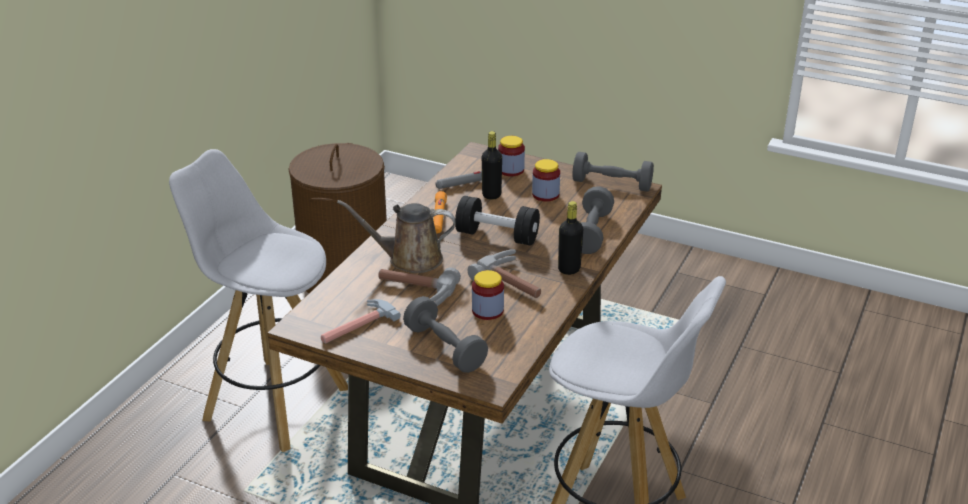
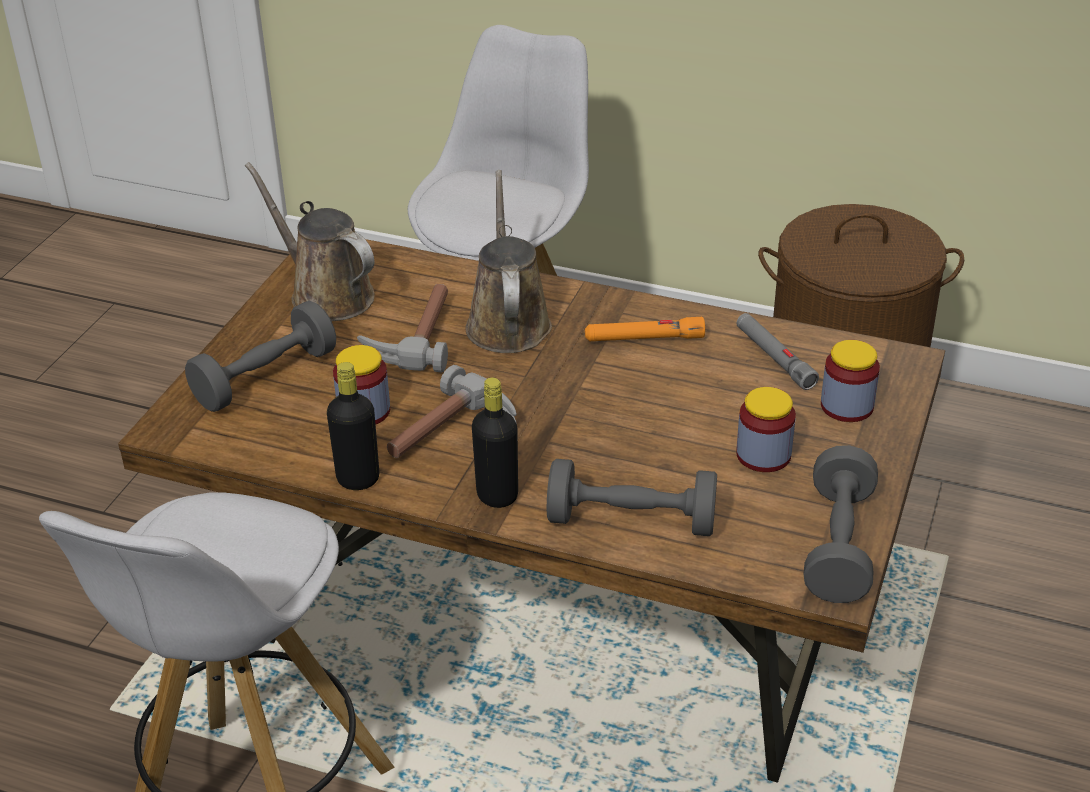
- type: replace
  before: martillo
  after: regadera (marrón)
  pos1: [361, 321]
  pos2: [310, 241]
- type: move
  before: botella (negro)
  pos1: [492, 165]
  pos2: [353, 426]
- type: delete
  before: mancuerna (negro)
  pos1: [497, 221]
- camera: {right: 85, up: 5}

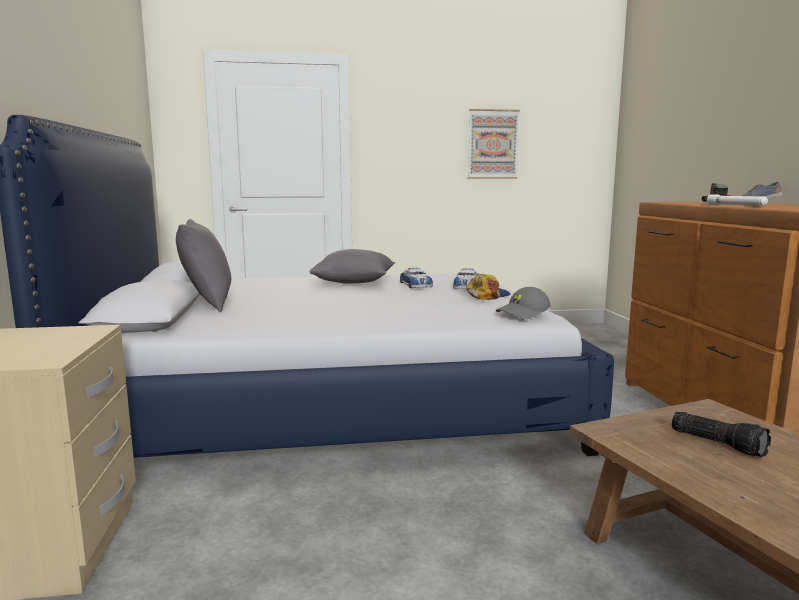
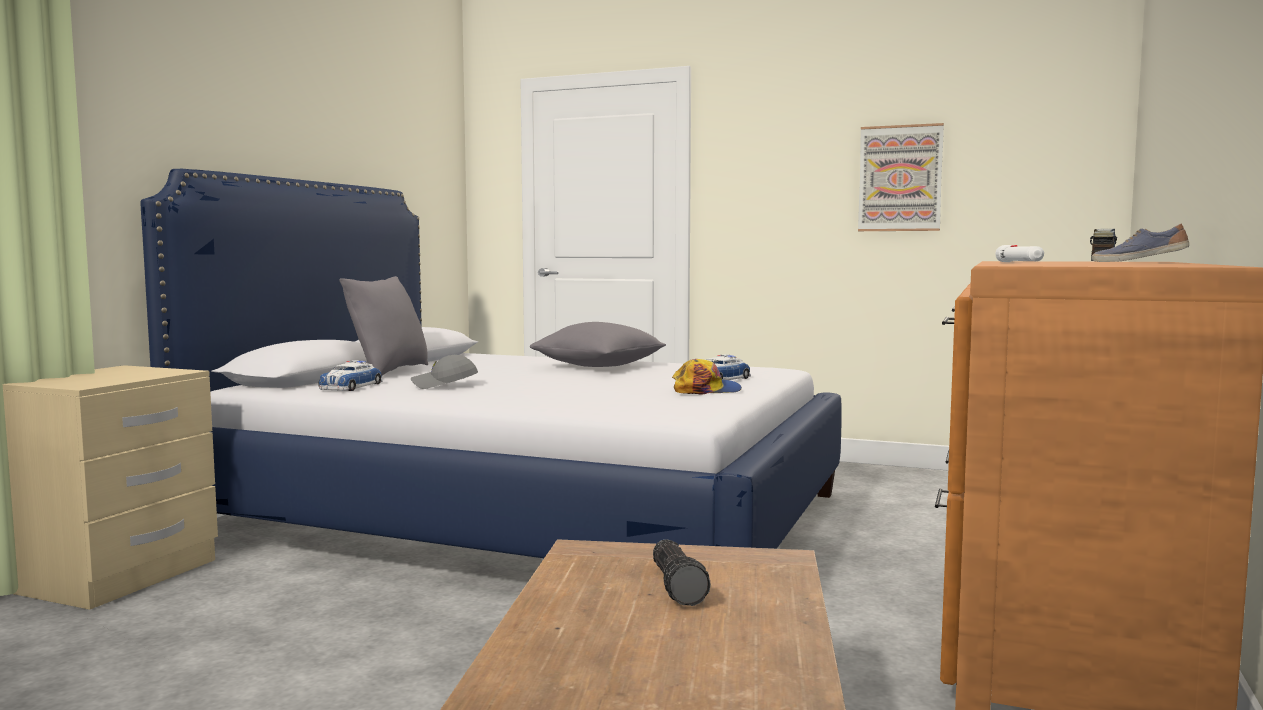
- type: move
  before: coche de juguete
  pos1: [416, 277]
  pos2: [350, 375]
- type: move
  before: gorra (gris)
  pos1: [523, 303]
  pos2: [444, 372]
- camera: {right: 30, up: -5}

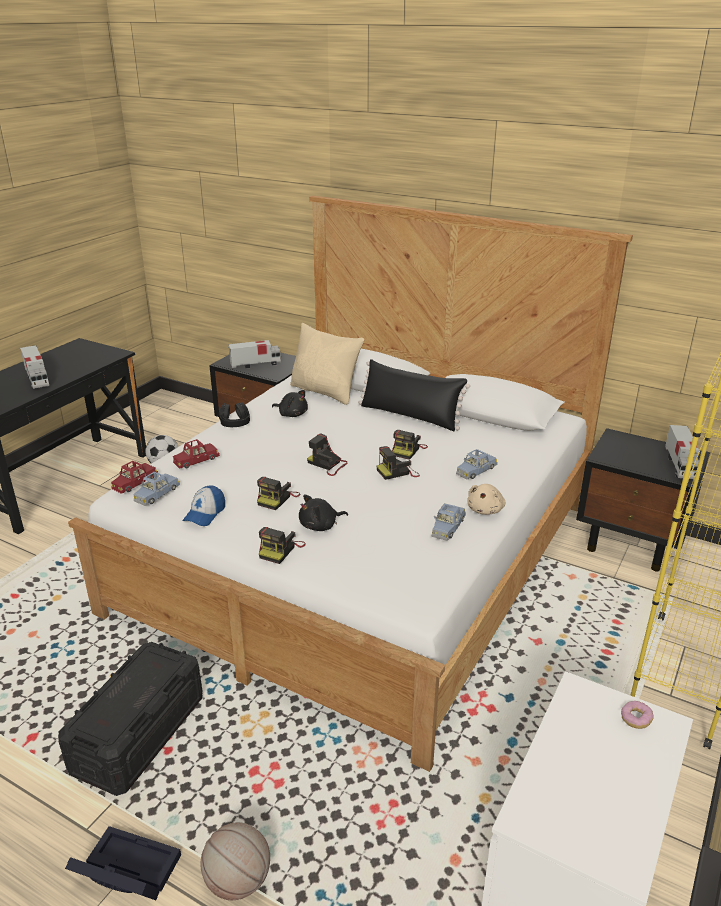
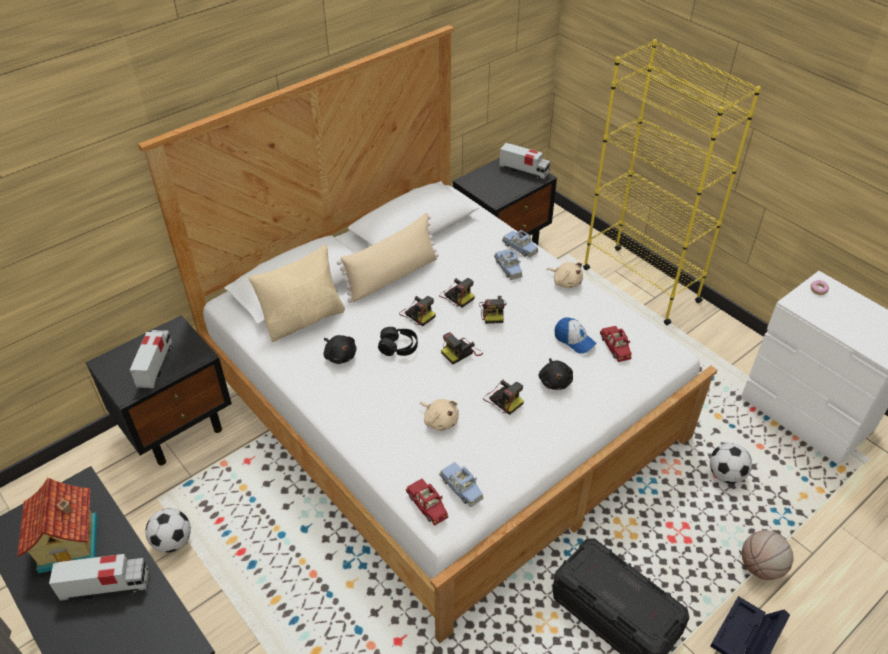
- type: insert
  after: casita
  pos2: [57, 525]
- type: rotate
  before: peluche (negro)
  pos1: [290, 403]
  pos2: [340, 349]
  turn: 90
- type: recolor
  before: cojín (negro)
  after: cojín (beis)
  pos1: [414, 395]
  pos2: [388, 258]
- type: move
  before: auriculares (negro)
  pos1: [234, 415]
  pos2: [398, 341]
- type: move
  before: cámara
  pos1: [282, 545]
  pos2: [417, 311]
- type: insert
  after: peluche (beis)
  pos2: [439, 415]
- type: move
  before: coche de juguete (azul)
  pos1: [449, 522]
  pos2: [520, 244]
- type: move
  before: gorra
  pos1: [203, 505]
  pos2: [576, 335]
- type: move
  before: coche de juguete (rojo)
  pos1: [196, 454]
  pos2: [616, 344]
- type: insert
  after: balón de fútbol
  pos2: [731, 463]
- camera: {right: -70, up: 15}

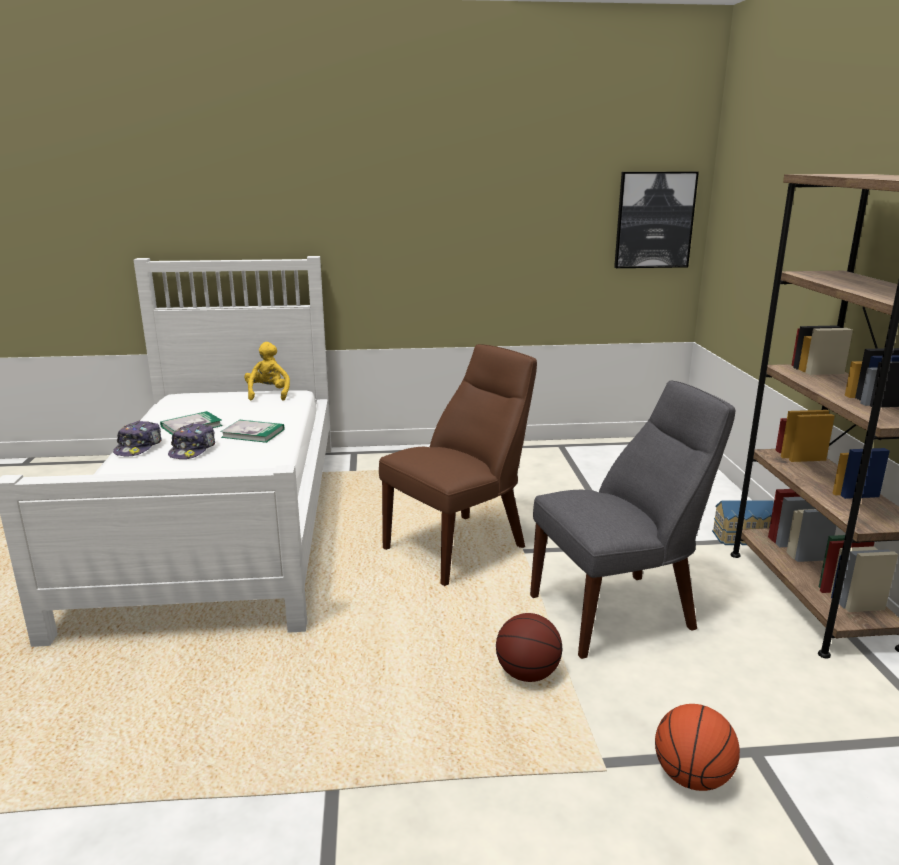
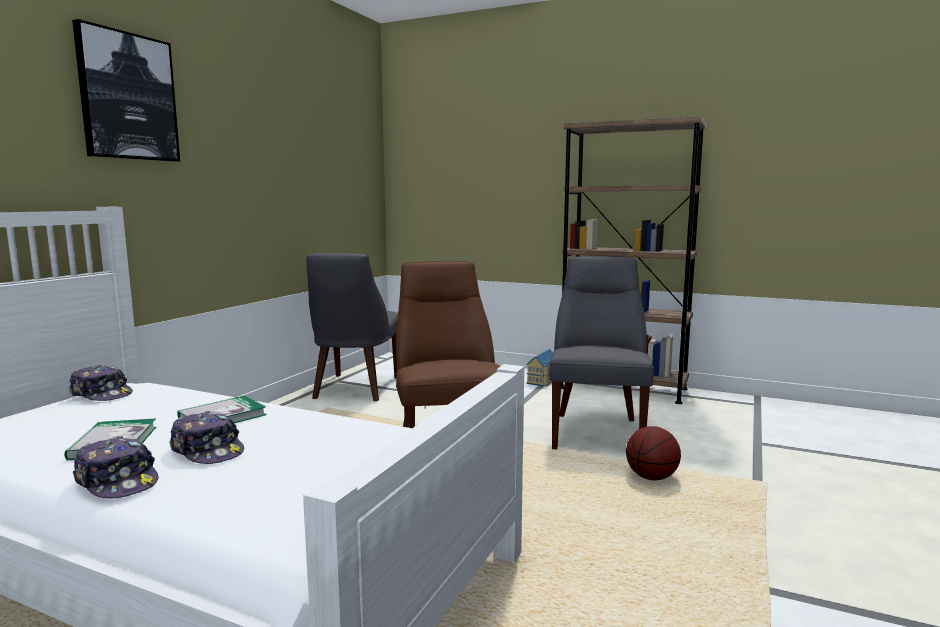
- type: replace
  before: peluche (amarillo)
  after: gorra
  pos1: [267, 371]
  pos2: [101, 383]
- type: move
  before: cuadro
  pos1: [656, 220]
  pos2: [126, 90]
- type: insert
  after: silla (gris)
  pos2: [352, 327]
- type: delete
  before: balón de baloncesto
  pos1: [697, 747]
- camera: {right: -60, up: -10}

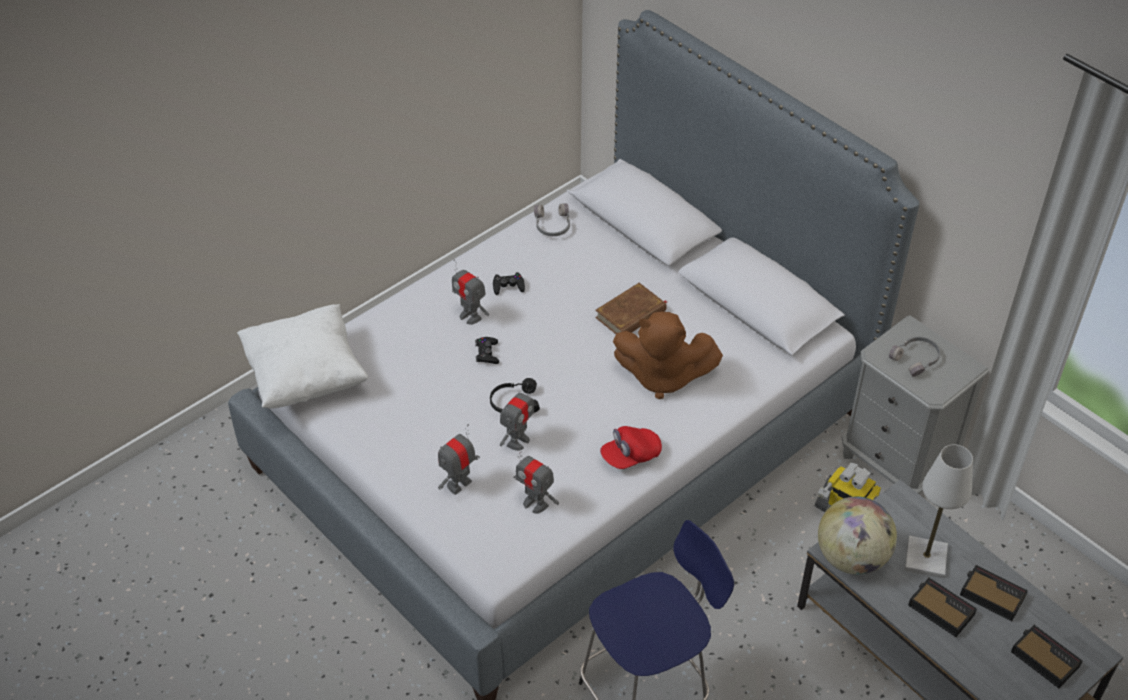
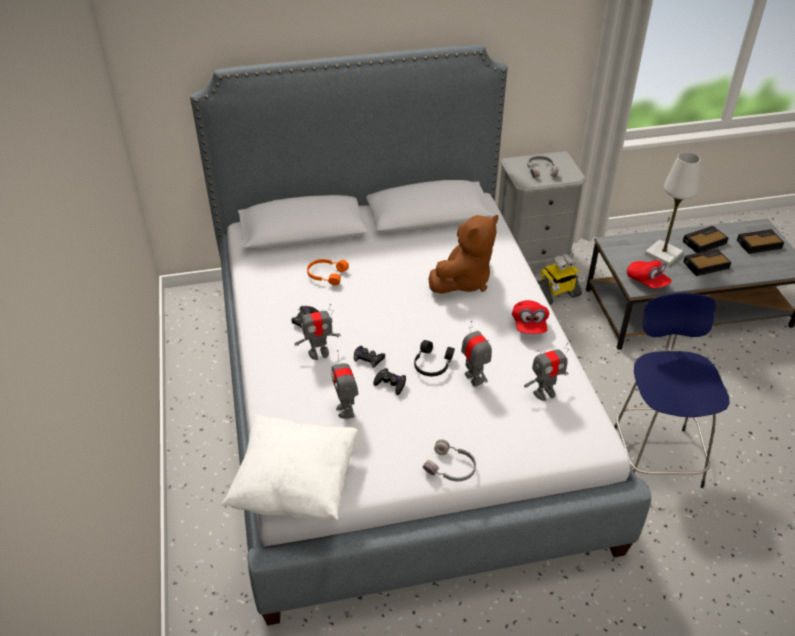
- type: insert
  after: auriculares (naranja)
  pos2: [328, 272]
- type: move
  before: robot de juguete
  pos1: [459, 459]
  pos2: [344, 384]
- type: insert
  after: mando de consola (negro)
  pos2: [389, 381]
- type: move
  before: auriculares (gris)
  pos1: [552, 219]
  pos2: [449, 460]
- type: replace
  before: globo terráqueo
  after: gorra (rojo)
  pos1: [857, 536]
  pos2: [649, 274]
- type: delete
  before: libro (marrón)
  pos1: [631, 308]
- camera: {right: -60, up: -5}

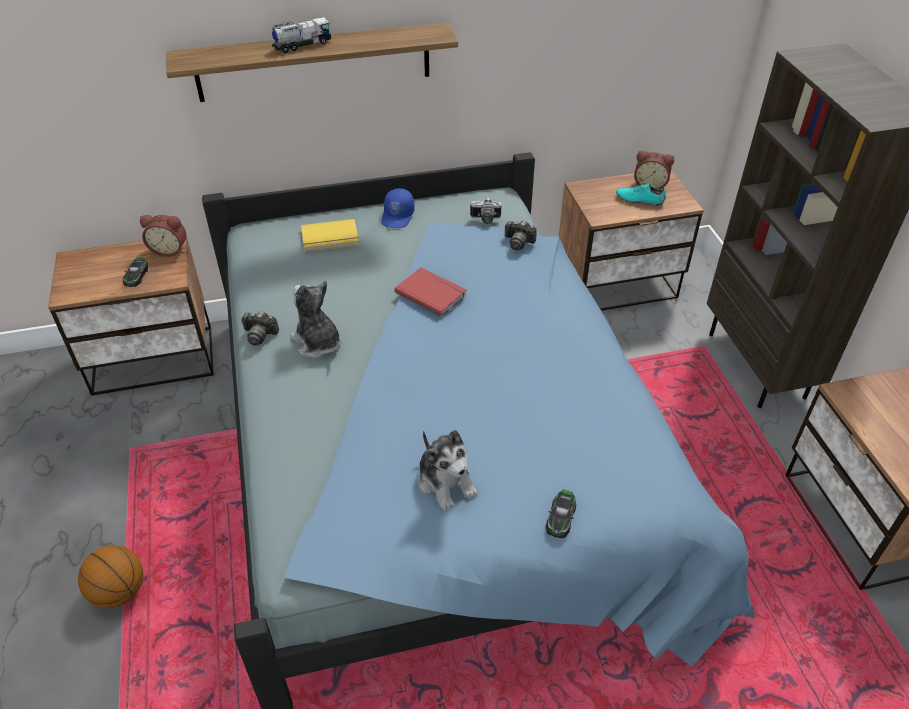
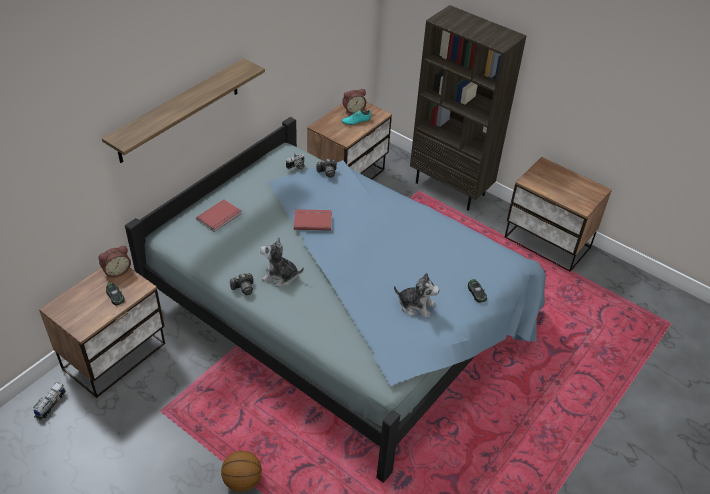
- type: move
  before: camión de juguete
  pos1: [301, 35]
  pos2: [49, 401]
- type: recolor
  before: libro (amarillo)
  after: libro (rojo)
  pos1: [330, 235]
  pos2: [219, 215]
- type: delete
  before: gorra (azul)
  pos1: [398, 208]
- camera: {right: -40, up: 0}

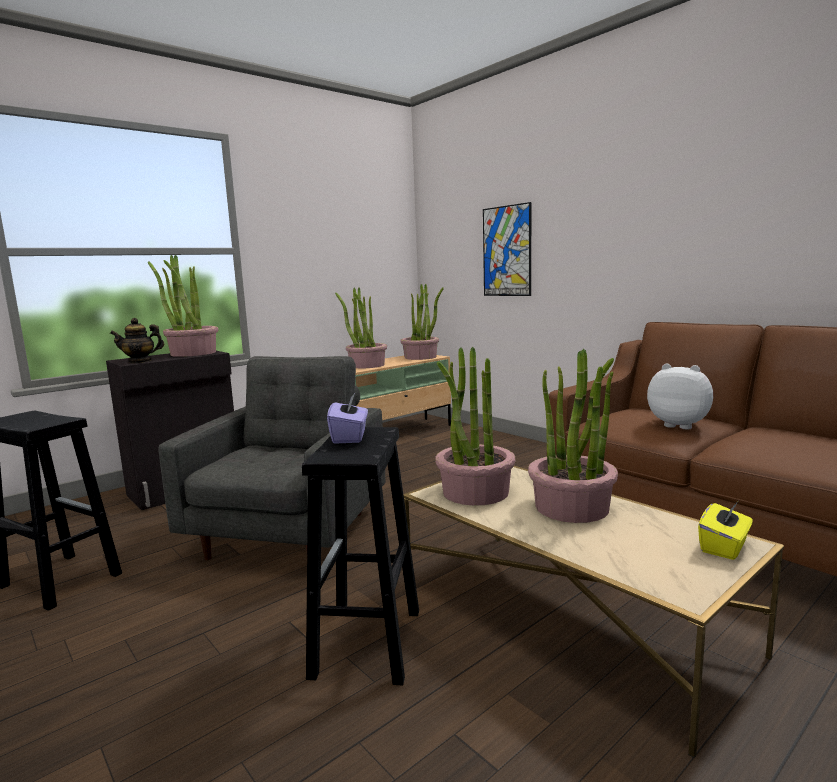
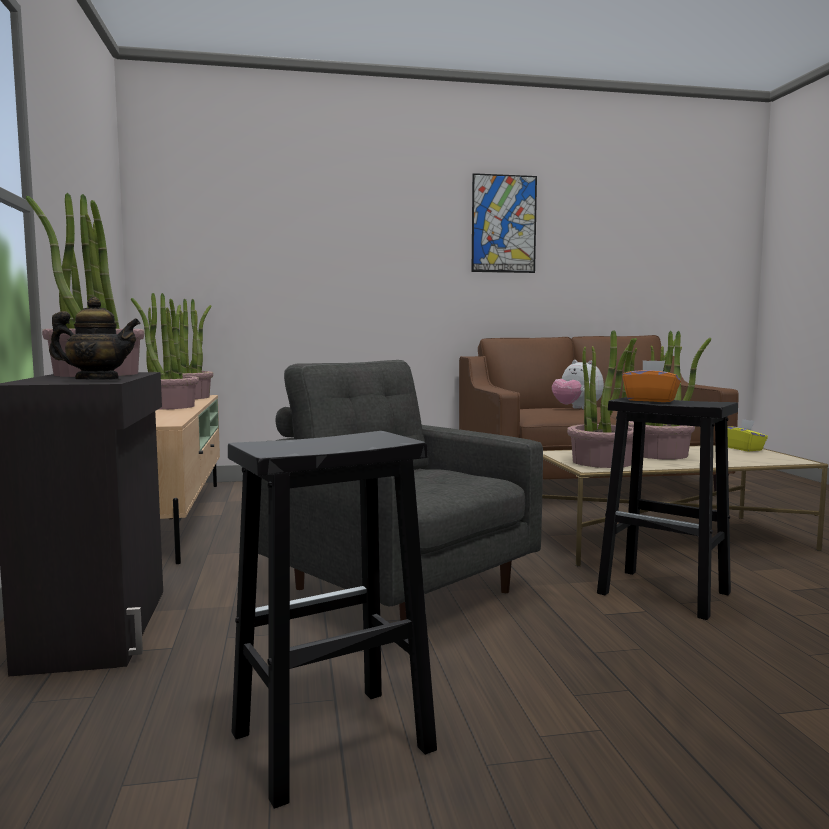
- type: rotate
  before: tetera
  pos1: [137, 340]
  pos2: [95, 338]
  turn: -105
- type: move
  before: cuadro
  pos1: [507, 249]
  pos2: [504, 223]
- type: rotate
  before: peluche
  pos1: [680, 396]
  pos2: [578, 384]
  turn: -105
- type: recolor
  before: caja de pañuelos (morado)
  after: caja de pañuelos (naranja)
  pos1: [347, 418]
  pos2: [651, 381]
- camera: {right: -60, up: -5}

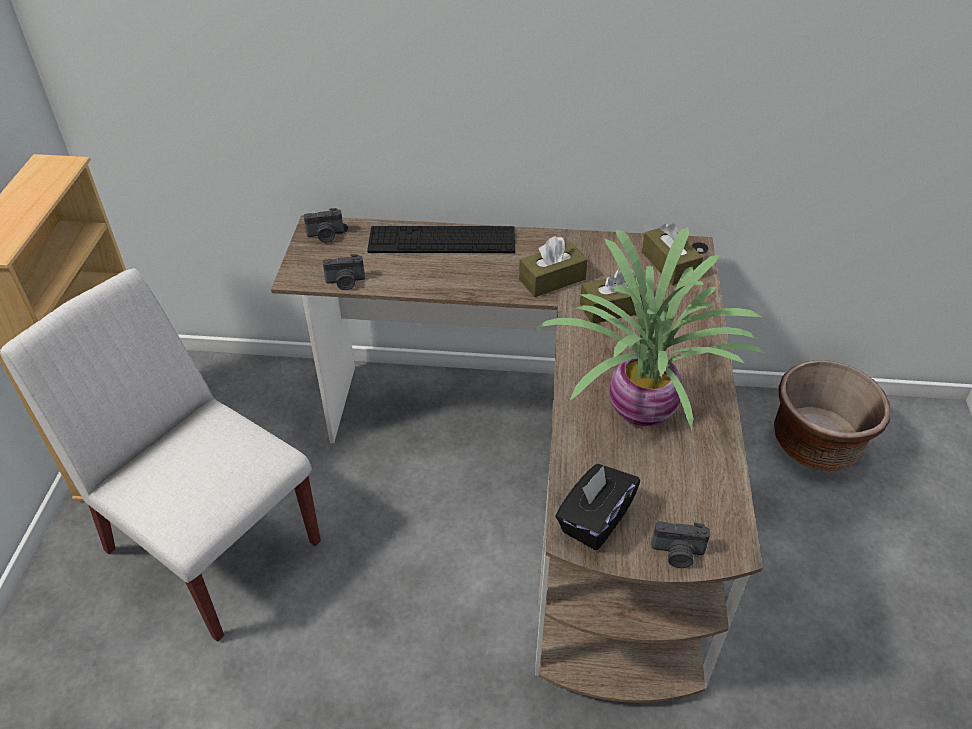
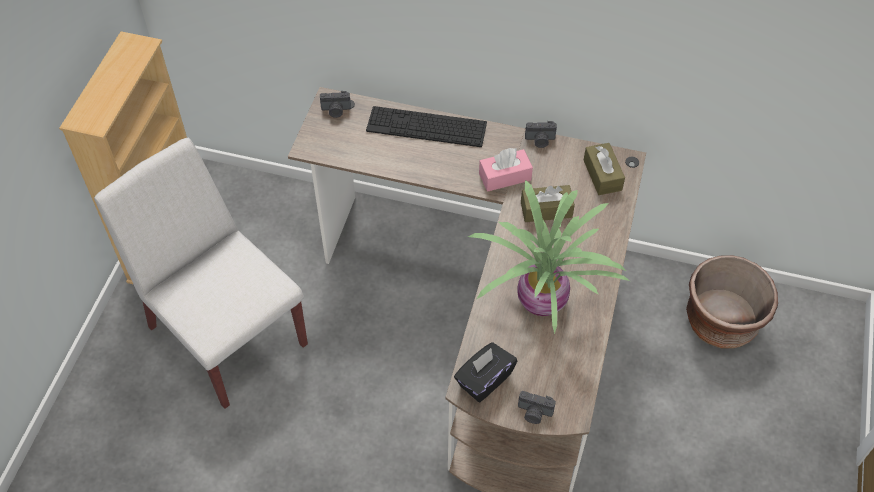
- type: recolor
  before: caja de pañuelos (marrón)
  after: caja de pañuelos (rosa)
  pos1: [553, 266]
  pos2: [506, 170]
- type: move
  before: cámara
  pos1: [344, 272]
  pos2: [541, 134]
- camera: {right: 10, up: 10}

